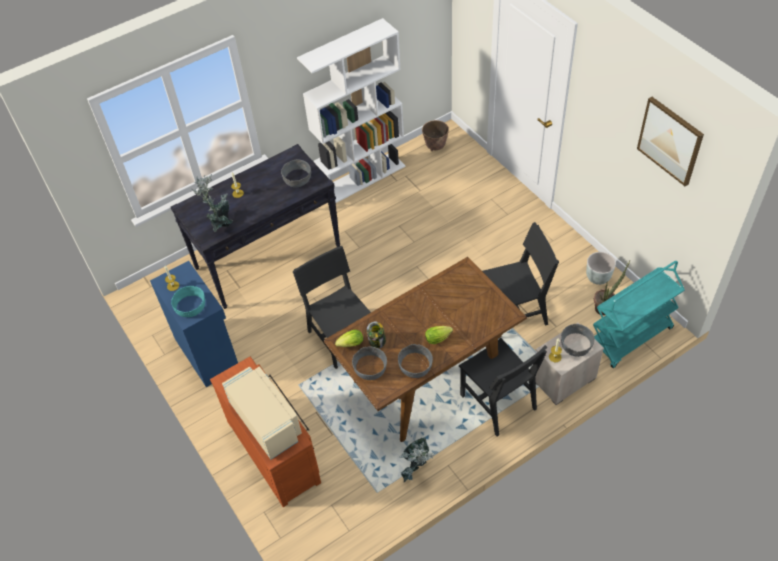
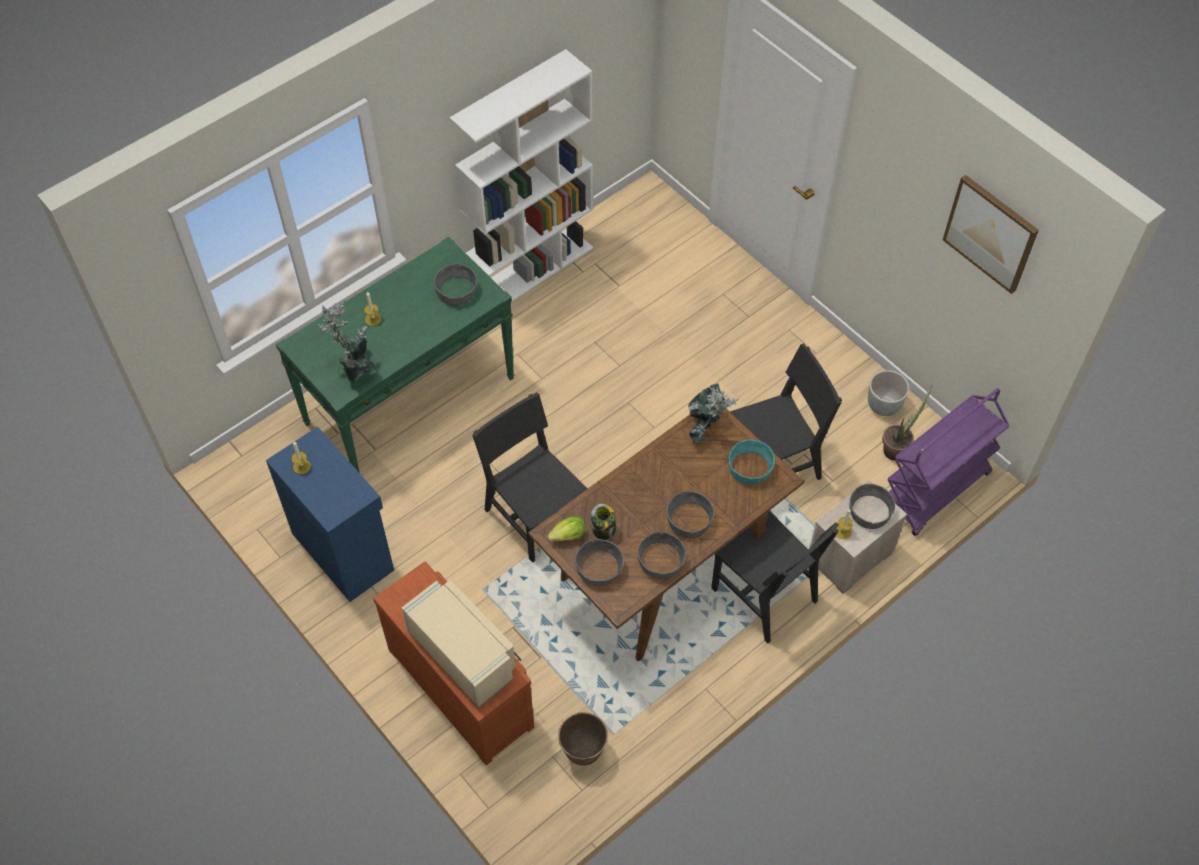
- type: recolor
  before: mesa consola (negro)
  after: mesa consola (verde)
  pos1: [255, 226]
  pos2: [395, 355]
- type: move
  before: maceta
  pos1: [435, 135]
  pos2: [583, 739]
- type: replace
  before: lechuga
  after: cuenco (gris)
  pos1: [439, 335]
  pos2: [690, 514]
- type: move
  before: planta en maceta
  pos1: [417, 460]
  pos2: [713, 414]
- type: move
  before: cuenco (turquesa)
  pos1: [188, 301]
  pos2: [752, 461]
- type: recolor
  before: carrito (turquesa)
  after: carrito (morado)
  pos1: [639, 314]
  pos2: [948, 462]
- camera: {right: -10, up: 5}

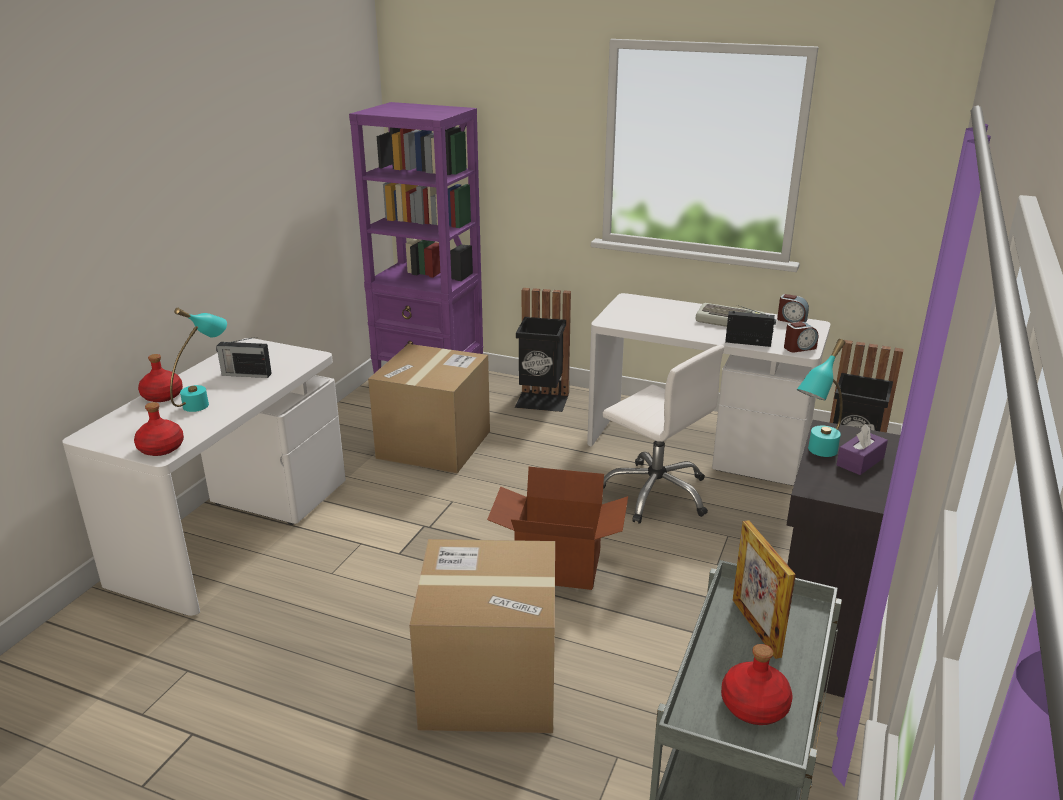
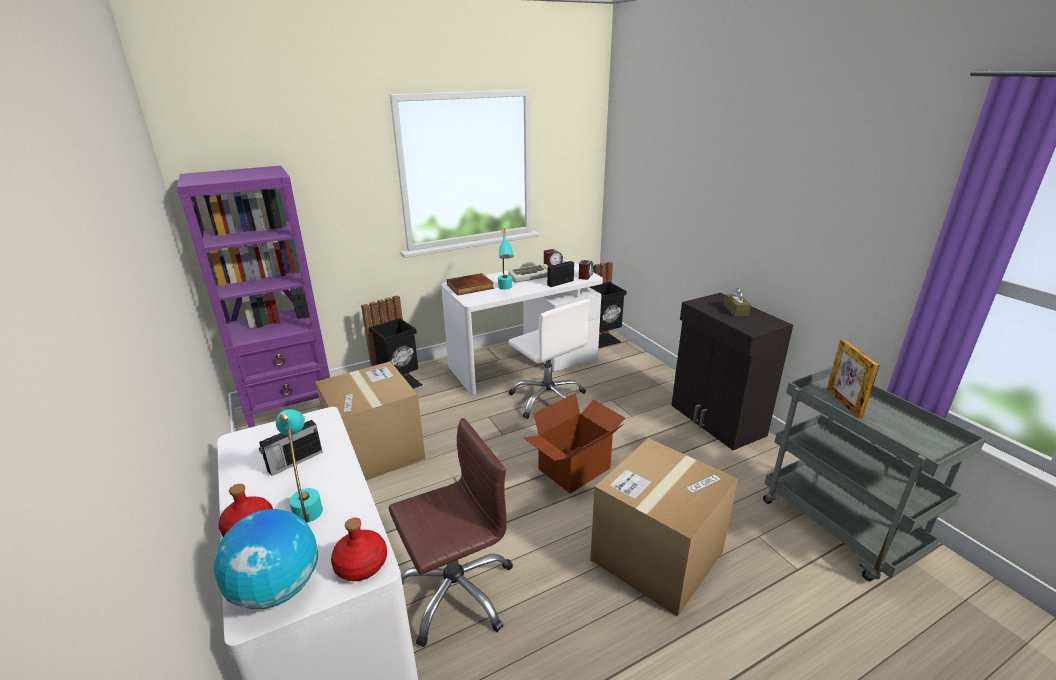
- type: insert
  after: globo terráqueo
  pos2: [266, 559]
- type: insert
  after: silla de oficina (marrón)
  pos2: [451, 532]
- type: insert
  after: libro
  pos2: [470, 284]
- type: move
  before: lámpara de mesa (turquesa)
  pos1: [821, 398]
  pos2: [506, 258]
- type: rotate
  before: silla de oficina (blanco)
  pos1: [663, 434]
  pos2: [549, 359]
  turn: 60
- type: recolor
  before: caja de pañuelos (morado)
  after: caja de pañuelos (marrón)
  pos1: [862, 449]
  pos2: [737, 302]
- type: rotate
  before: portarretratos
  pos1: [764, 589]
  pos2: [853, 378]
  turn: 60
- type: delete
  before: botella (rojo)
  pos1: [757, 684]
- camera: {right: -50, up: 0}

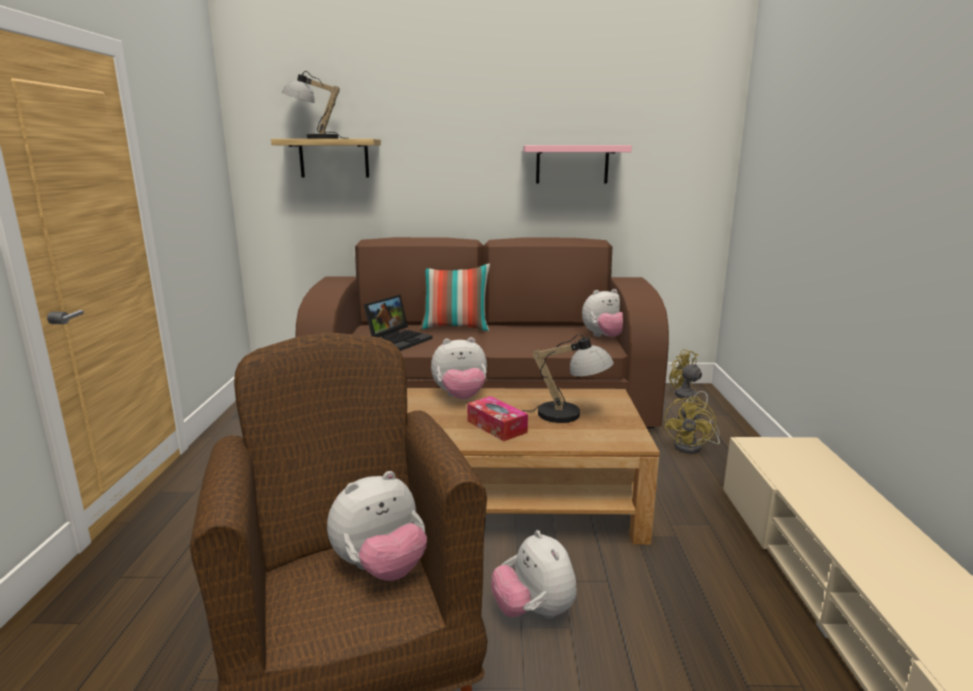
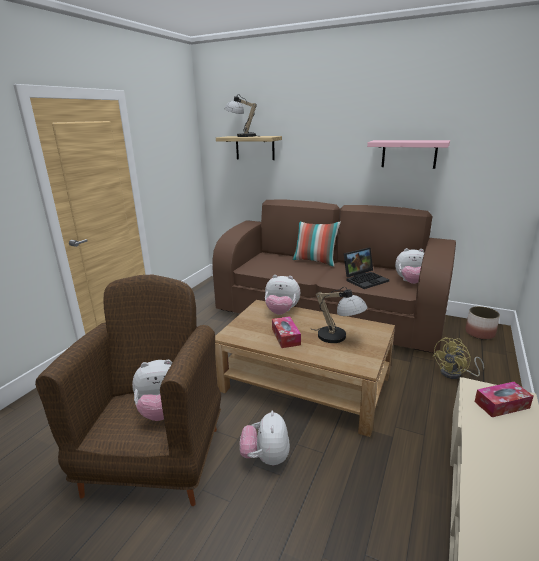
- type: move
  before: portátil
  pos1: [398, 323]
  pos2: [366, 268]
- type: replace
  before: ventilador (amarillo)
  after: maceta
  pos1: [688, 379]
  pos2: [482, 323]
- type: insert
  after: caja de pañuelos
  pos2: [504, 399]
- camera: {right: 25, up: 5}

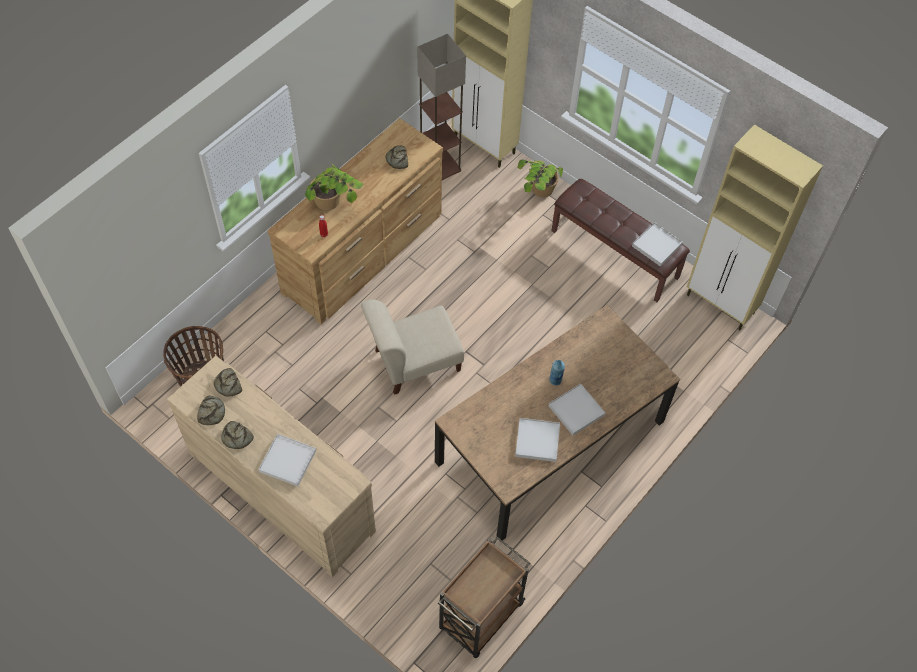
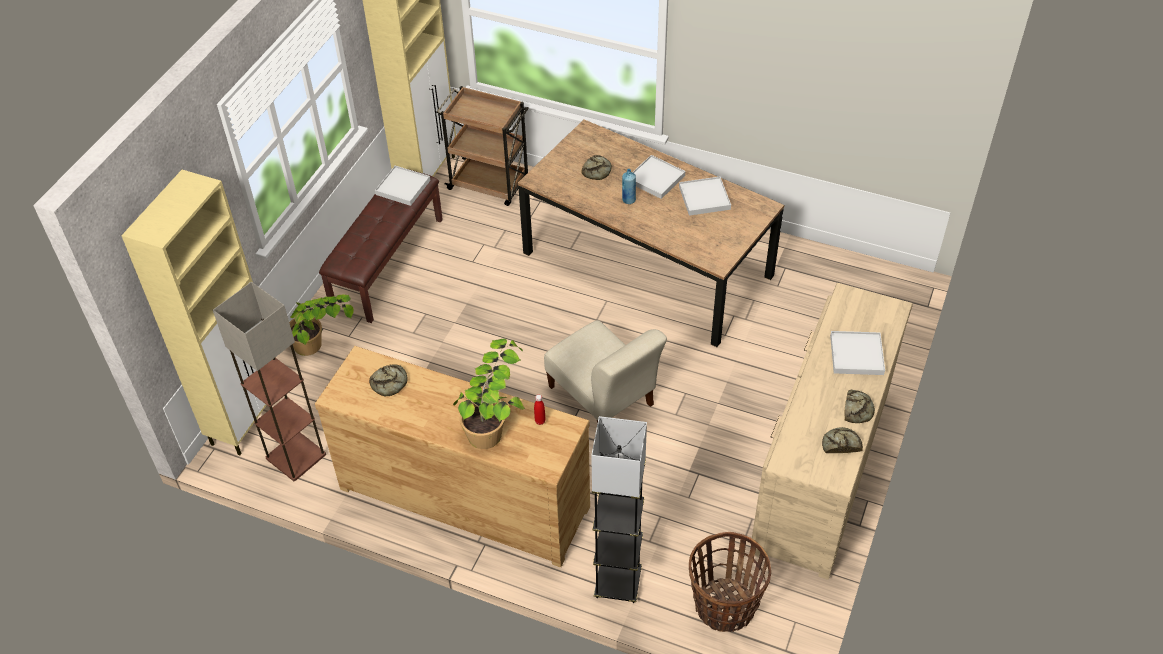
- type: move
  before: carrito (marrón)
  pos1: [484, 597]
  pos2: [483, 146]
- type: move
  before: pan
  pos1: [228, 382]
  pos2: [596, 167]
- type: insert
  after: lámpara de pie (gris)
  pos2: [619, 509]
- camera: {right: -105, up: -10}

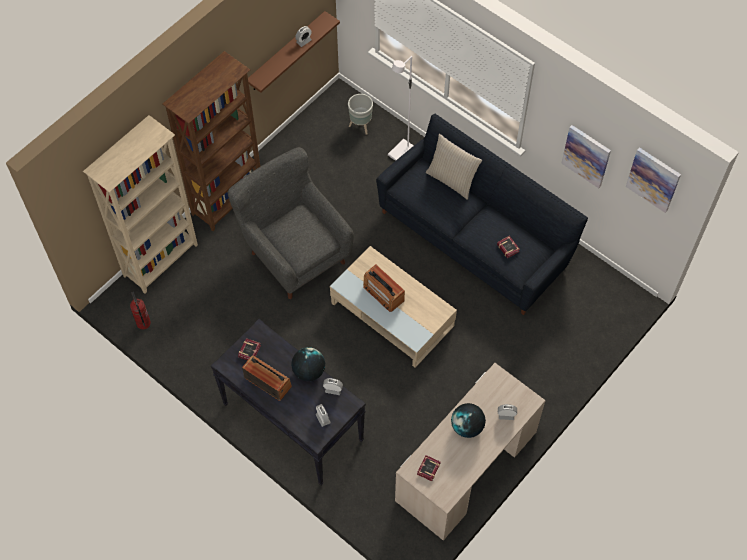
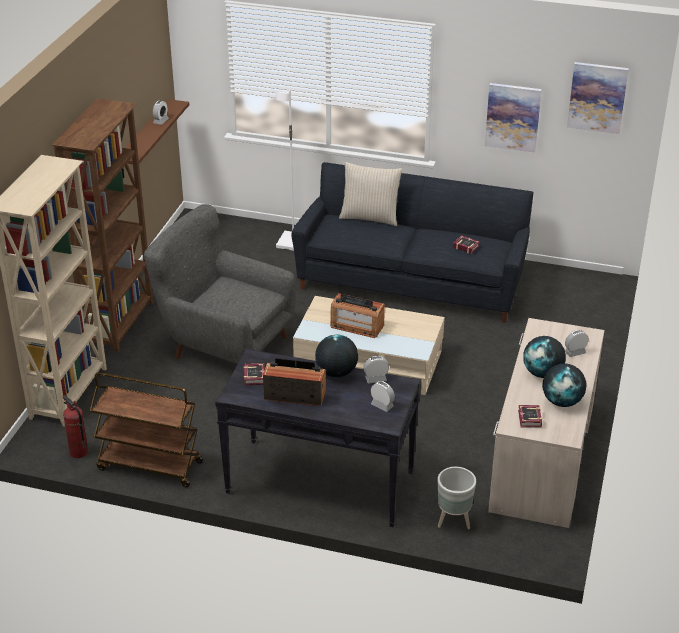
- type: insert
  after: carrito (marrón)
  pos2: [146, 430]
- type: move
  before: maceta (gris)
  pos1: [360, 114]
  pos2: [457, 498]
- type: insert
  after: globo terráqueo
  pos2: [564, 385]
- camera: {right: -25, up: -25}

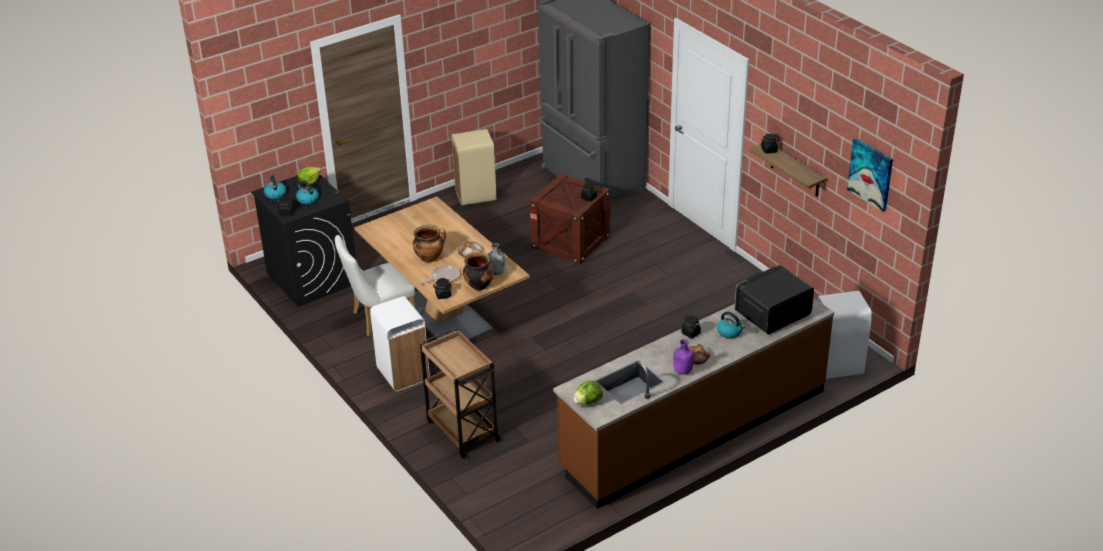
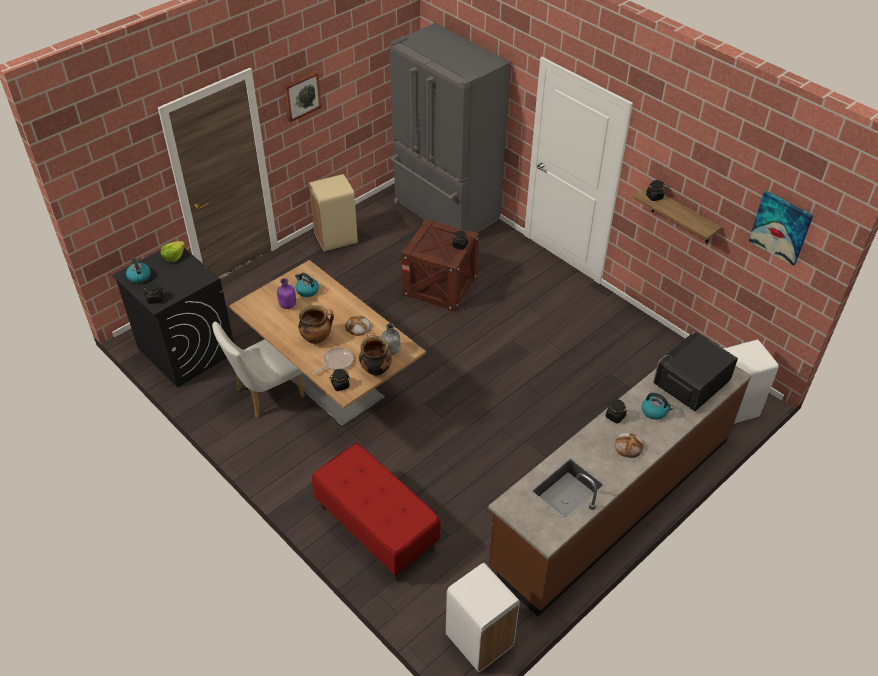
- type: move
  before: botella (morado)
  pos1: [683, 356]
  pos2: [286, 293]
- type: insert
  after: cuadro
  pos2: [303, 96]
- type: move
  before: hervidor
  pos1: [307, 193]
  pos2: [307, 285]
- type: replace
  before: carrito (marrón)
  after: banco (rojo)
  pos1: [460, 393]
  pos2: [376, 512]
- type: move
  before: papelera (blanco)
  pos1: [400, 343]
  pos2: [483, 617]
- type: delete
  before: lechuga
  pos1: [588, 393]
- camera: {right: -10, up: 10}

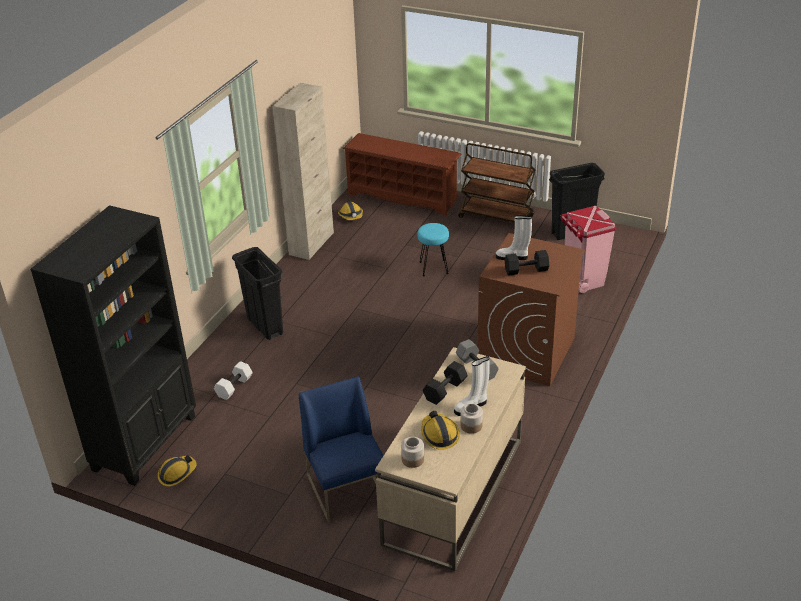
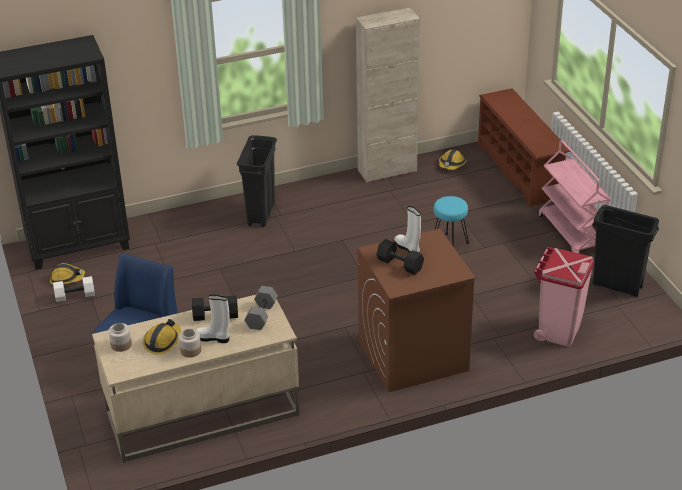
- type: move
  before: mancuerna (blanco)
  pos1: [233, 380]
  pos2: [74, 289]
- type: recolor
  before: carrito (marrón)
  after: carrito (rosa)
  pos1: [496, 182]
  pos2: [574, 196]
- camera: {right: 45, up: 0}

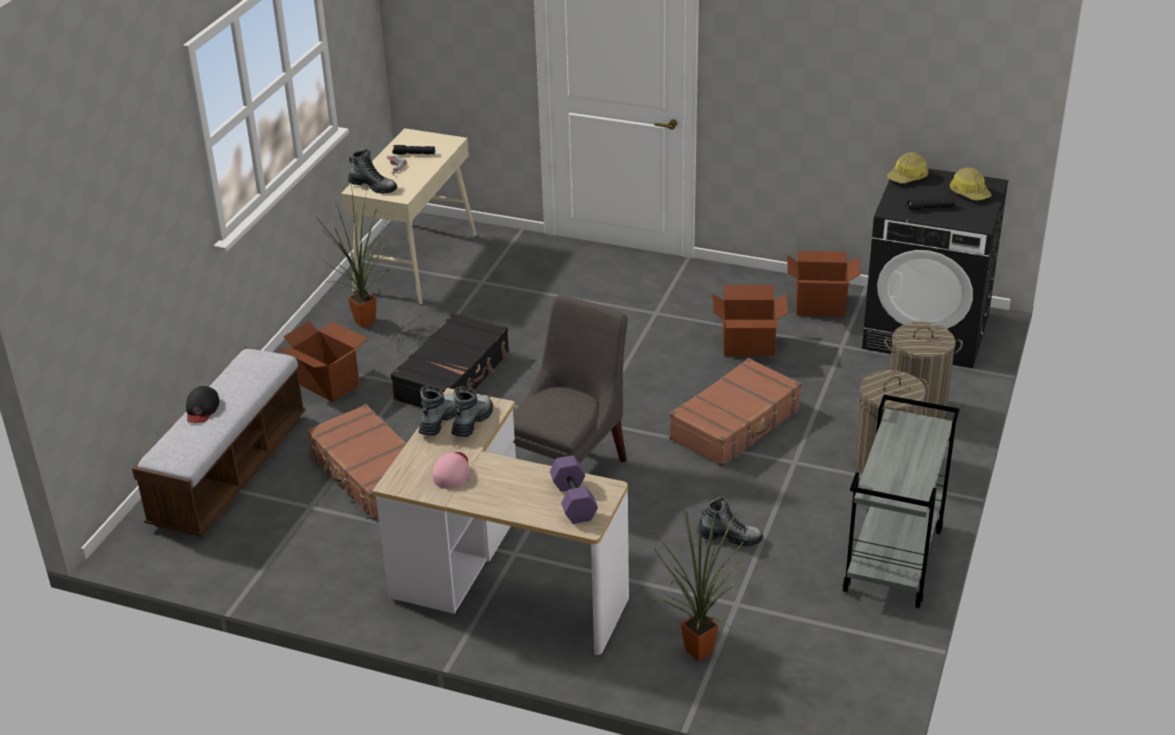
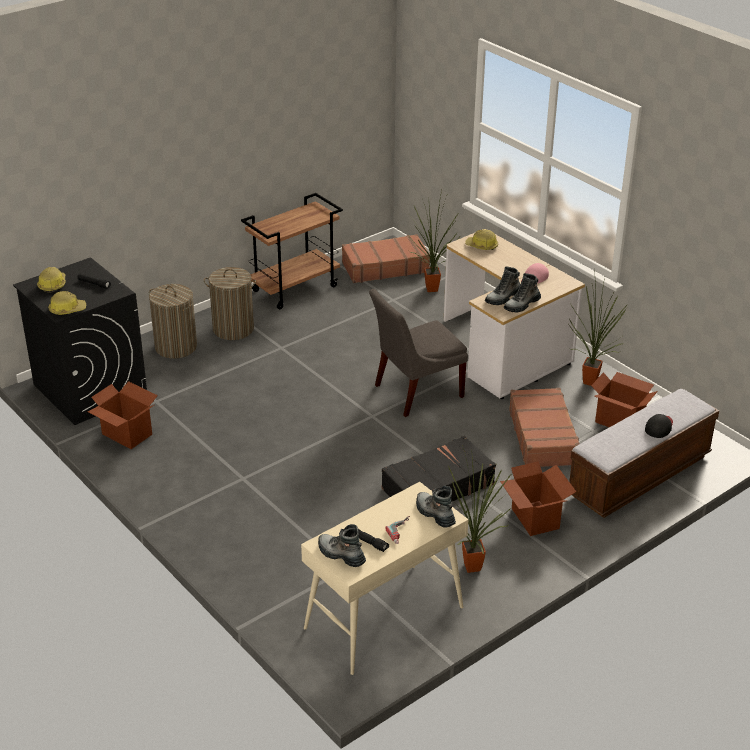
- type: recolor
  before: carrito (gris)
  after: carrito (marrón)
  pos1: [901, 501]
  pos2: [292, 251]
- type: move
  before: bota
  pos1: [730, 521]
  pos2: [342, 545]
- type: move
  before: maleta (marrón)
  pos1: [735, 412]
  pos2: [386, 258]
- type: replace
  before: mancuerna (morado)
  after: casco
  pos1: [574, 489]
  pos2: [481, 239]
- type: insert
  after: planta en maceta
  pos2: [599, 328]
- type: move
  before: caja de cartón
  pos1: [750, 320]
  pos2: [624, 399]
- camera: {right: -150, up: 0}

